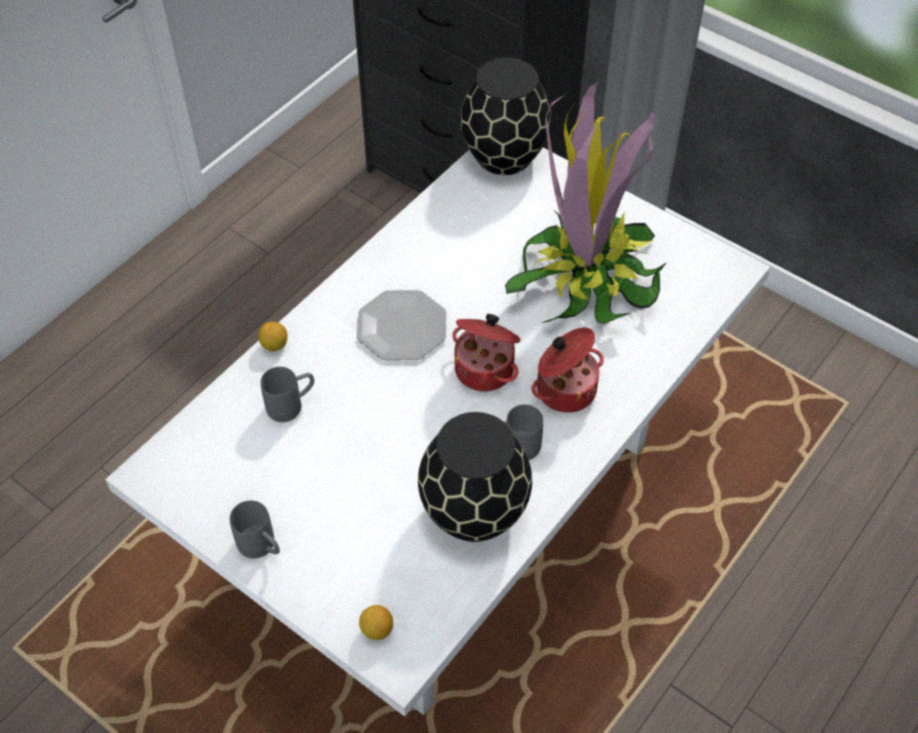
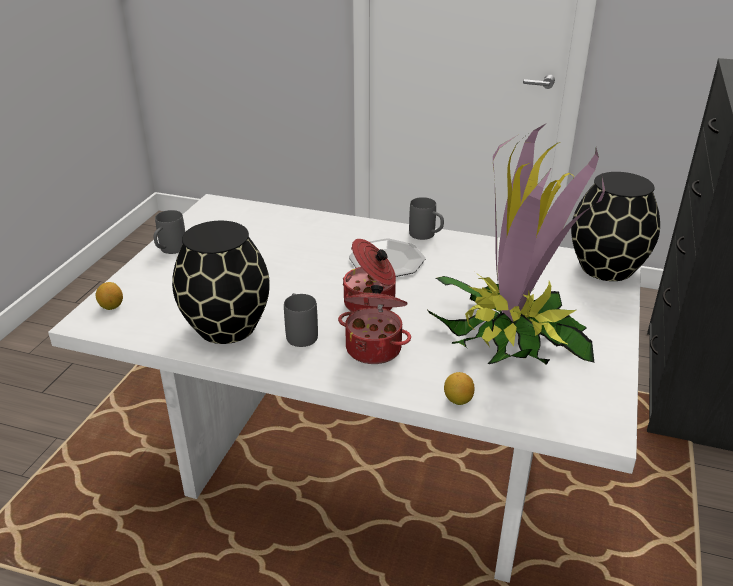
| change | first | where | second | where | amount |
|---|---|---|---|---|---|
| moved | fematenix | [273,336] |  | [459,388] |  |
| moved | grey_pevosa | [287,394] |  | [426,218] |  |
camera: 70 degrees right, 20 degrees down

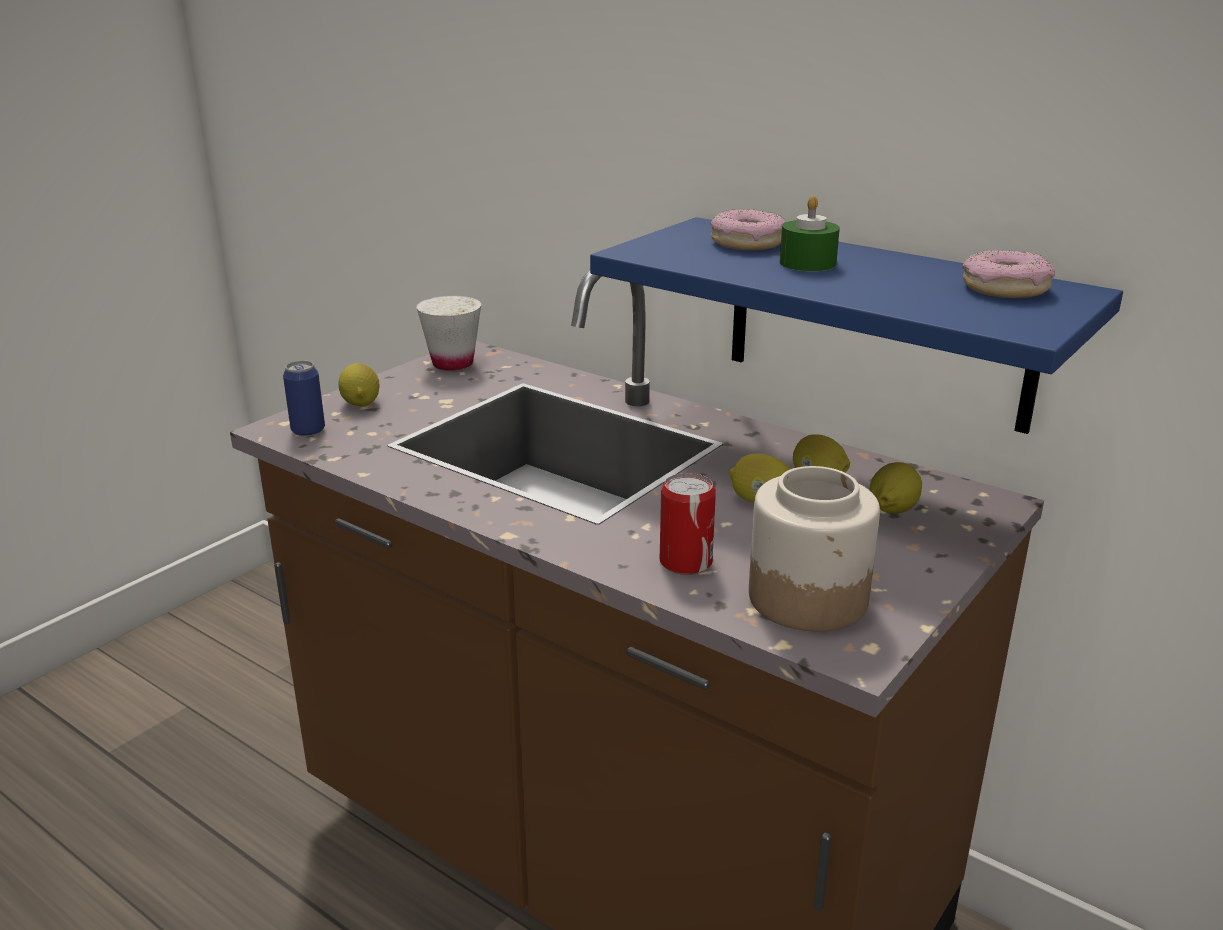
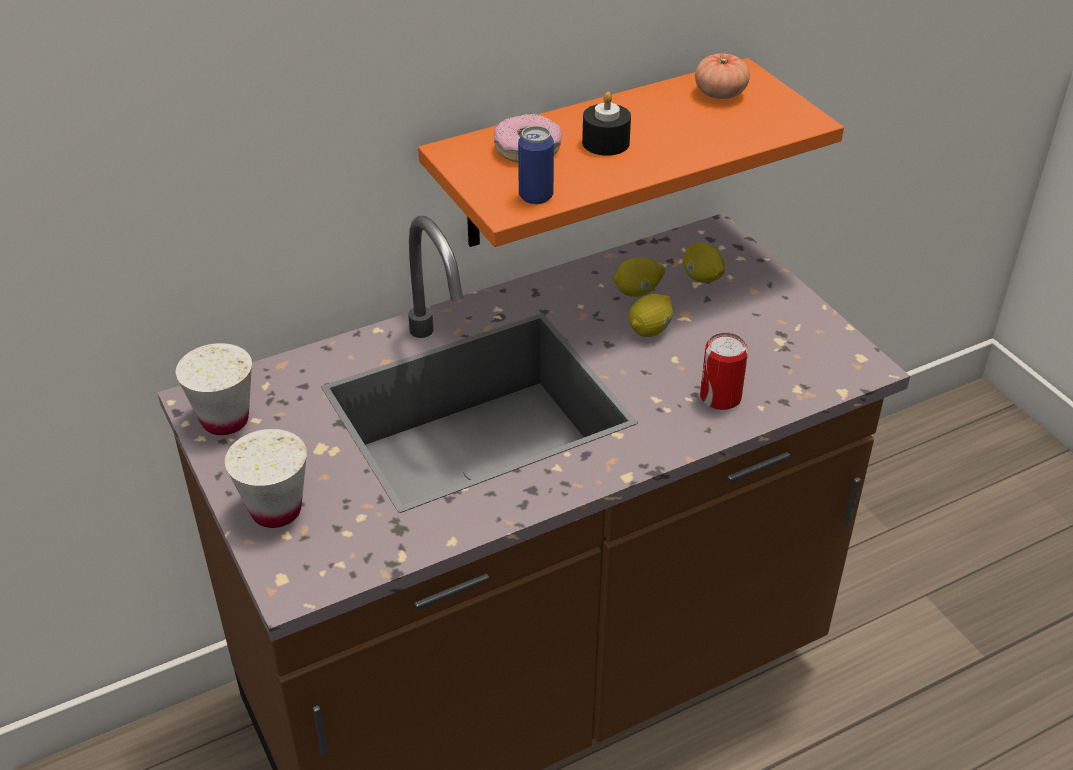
| change | first | where | second | where | amount |
|---|---|---|---|---|---|
| removed | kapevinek | [814,549] |  |  |  |
| moved | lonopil | [304,398] |  | [536,165] |  |
| replaced | fematenix | [359,384] | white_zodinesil | [266,478] |  |
| replaced | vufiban | [1008,274] | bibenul | [722,76] |  |
| recoloured | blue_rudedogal | [856,325] | orange_rudedogal | [631,152] |  |
| recoloured | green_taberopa | [810,233] | black_taberopa | [606,123] |  |
camera: 65 degrees left, 15 degrees up

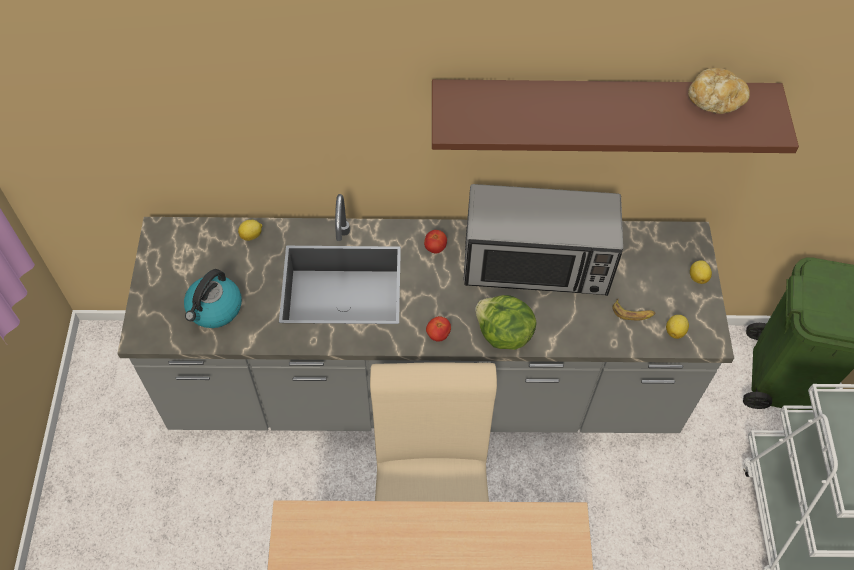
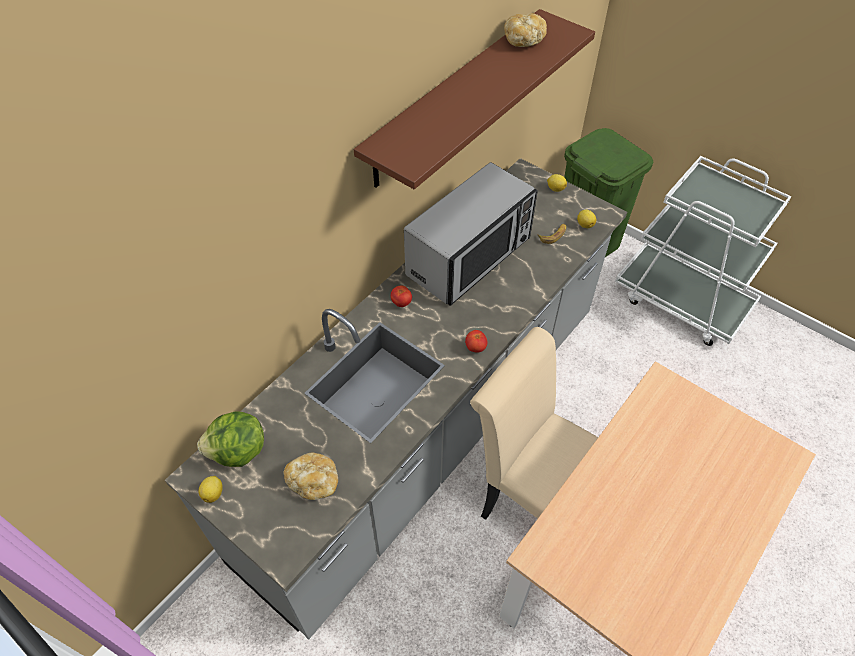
| change | first | where | second | where | amount |
|---|---|---|---|---|---|
| moved | fematenix | [250,230] |  | [210,489] |  |
| moved | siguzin | [505,322] |  | [230,439] |  |
| replaced | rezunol | [213,298] | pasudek | [310,476] |  |
camera: 50 degrees left, 5 degrees down

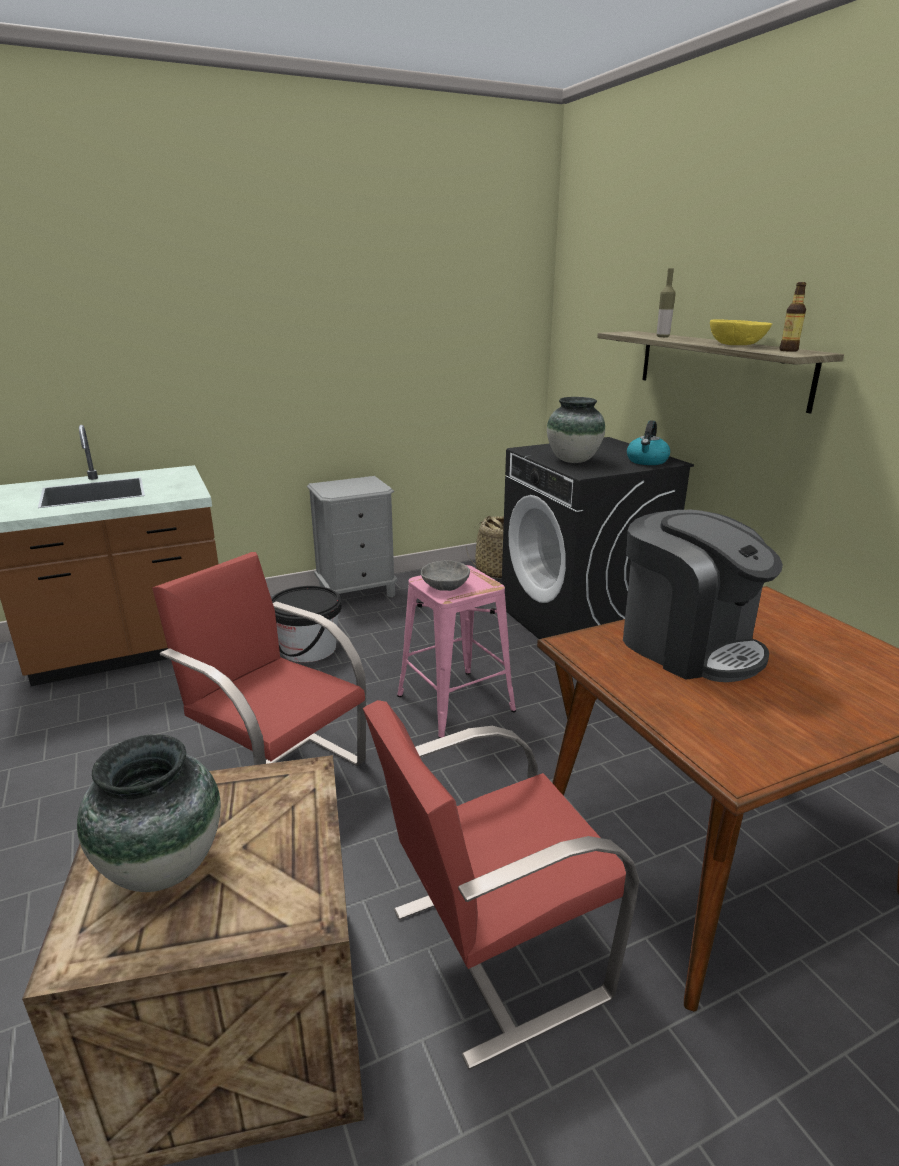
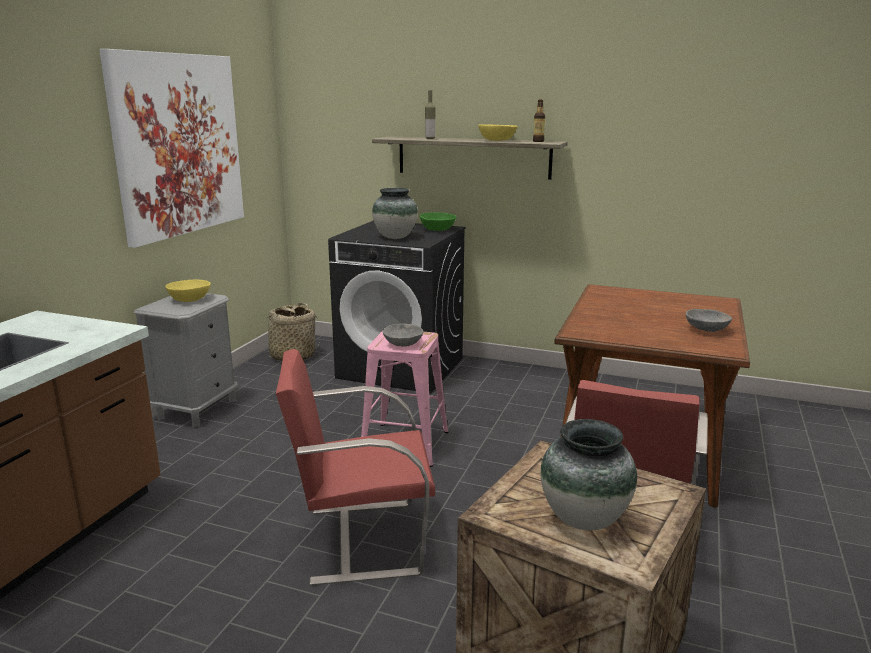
| change | first | where | second | where | amount |
|---|---|---|---|---|---|
| removed | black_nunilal | [306,624] |  |  |  |
| removed | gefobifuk | [703,596] |  |  |  |
| added |  |  | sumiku | [171,148] |  |
| added |  |  | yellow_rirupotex | [188,291] |  |
| added |  |  | grey_rirupotex | [709,320] |  |
| replaced | rezunol | [648,442] | green_rirupotex | [438,221] |  |
camera: 45 degrees left, 5 degrees down

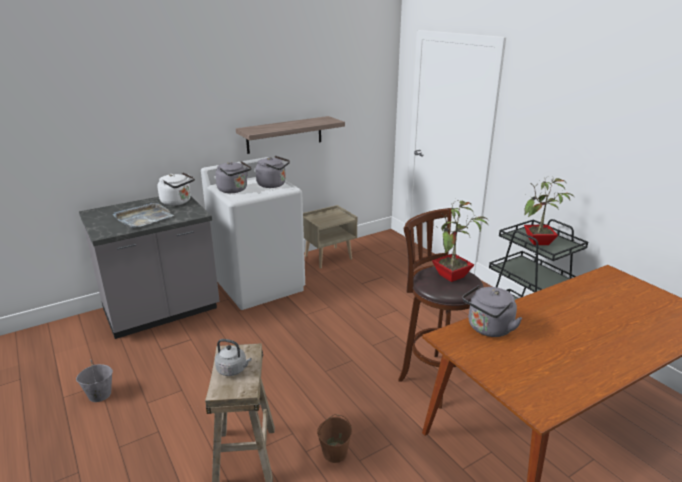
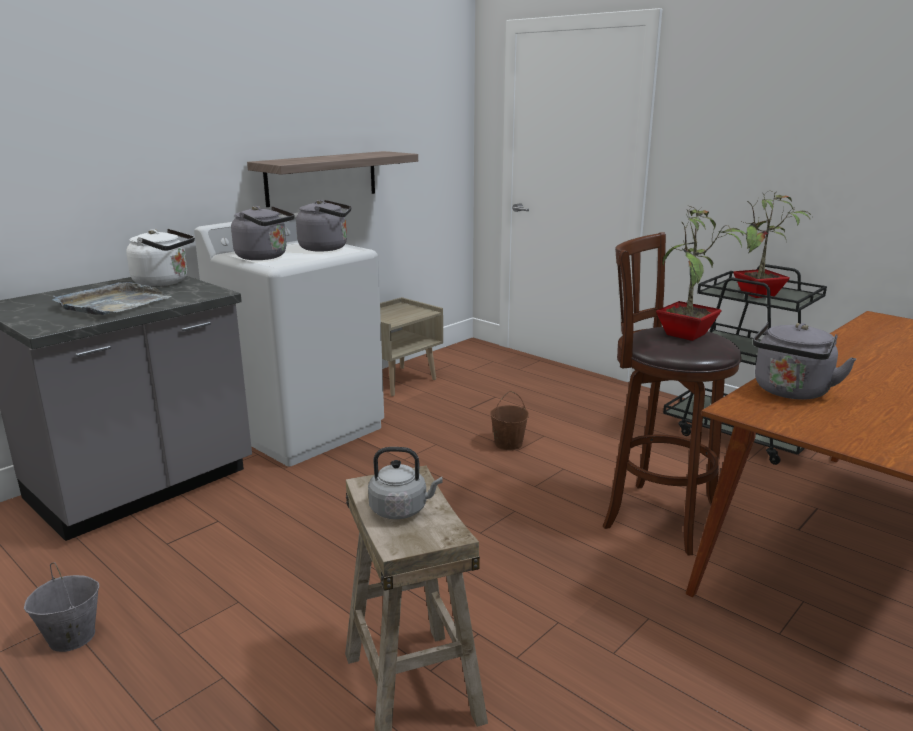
| change | first | where | second | where | amount |
|---|---|---|---|---|---|
| moved | brown_nunilal | [334,438] |  | [509,420] |  |
camera: 15 degrees left, 5 degrees down

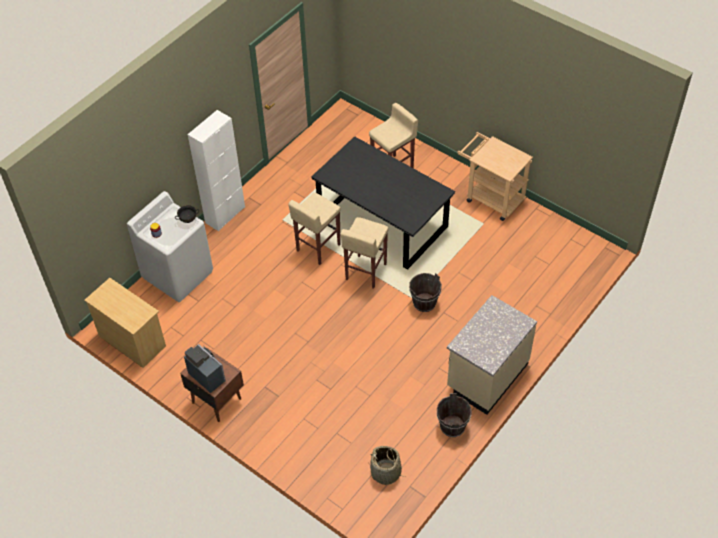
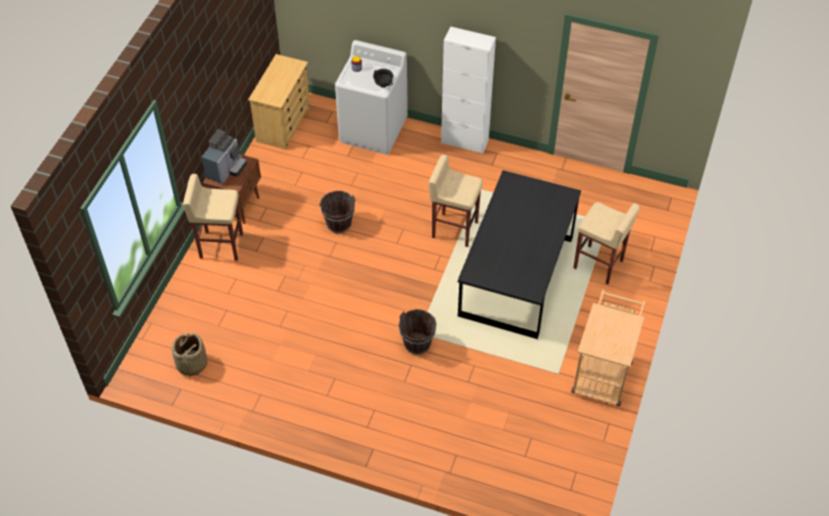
| change | first | where | second | where | amount |
|---|---|---|---|---|---|
| removed | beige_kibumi | [492,355] |  |  |  |
| moved | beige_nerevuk | [365,253] |  | [213,217] |  |
| moved | brown_nunilal | [454,415] |  | [337,212] |  |
camera: 70 degrees right, 0 degrees up

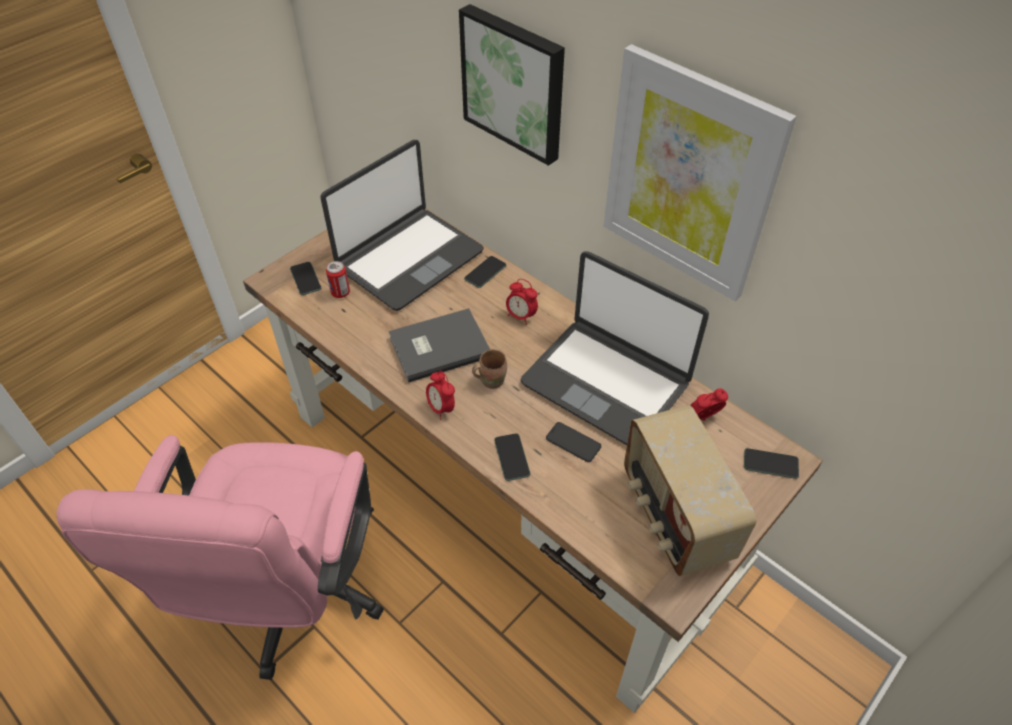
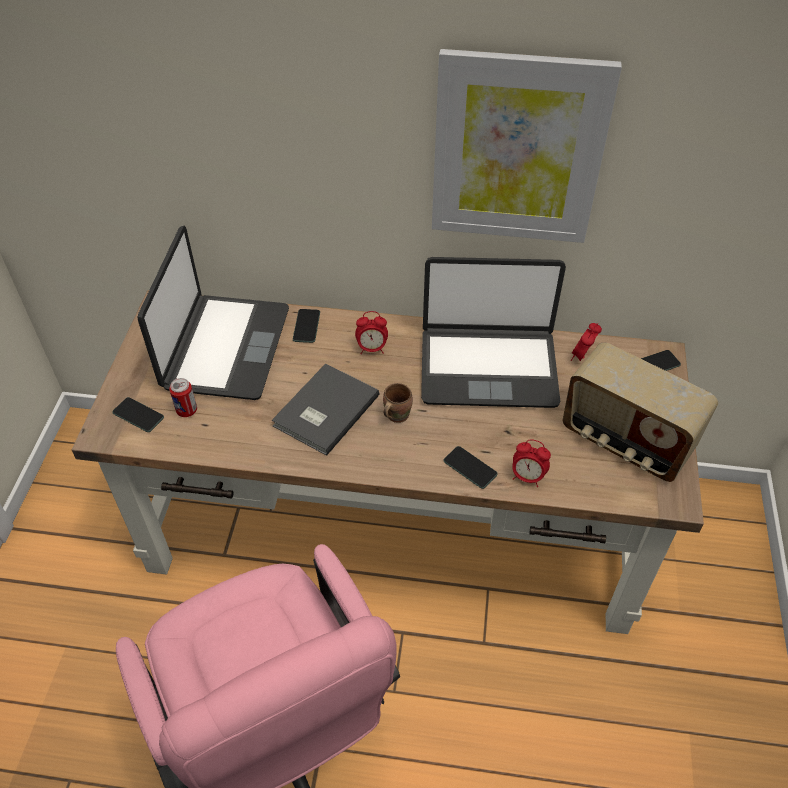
| change | first | where | second | where | amount |
|---|---|---|---|---|---|
| removed | sumiku | [512,85] |  |  |  |
| removed | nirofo | [573,442] |  |  |  |
| moved | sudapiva | [440,395] |  | [531,463] |  |
camera: 35 degrees left, 0 degrees up

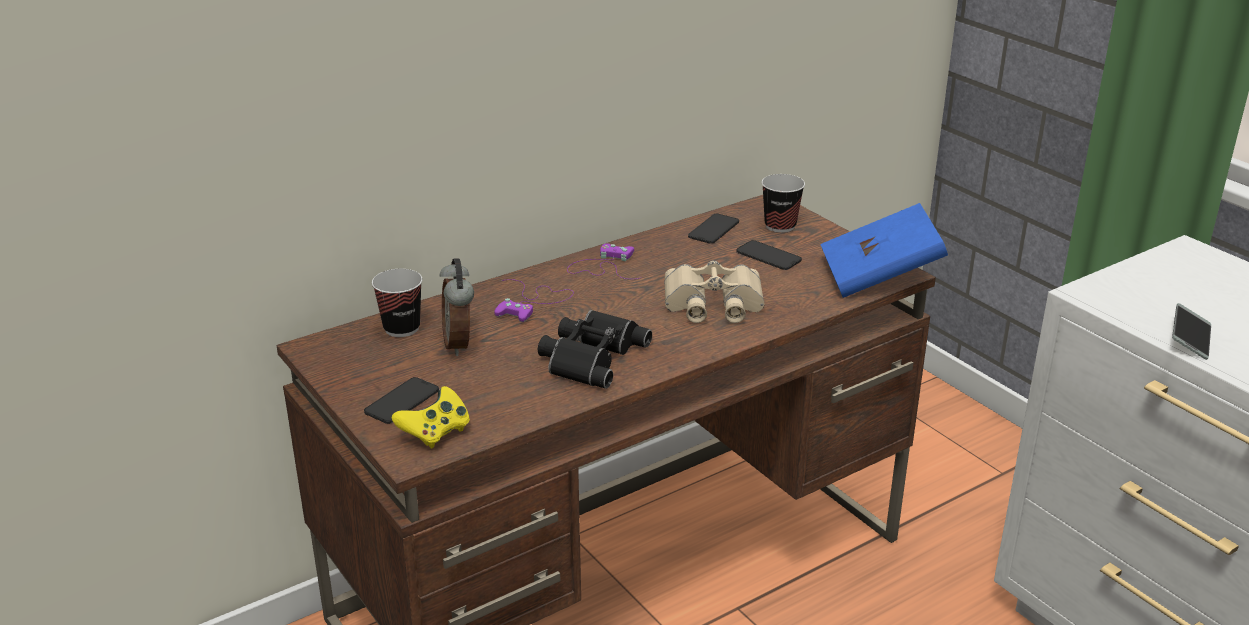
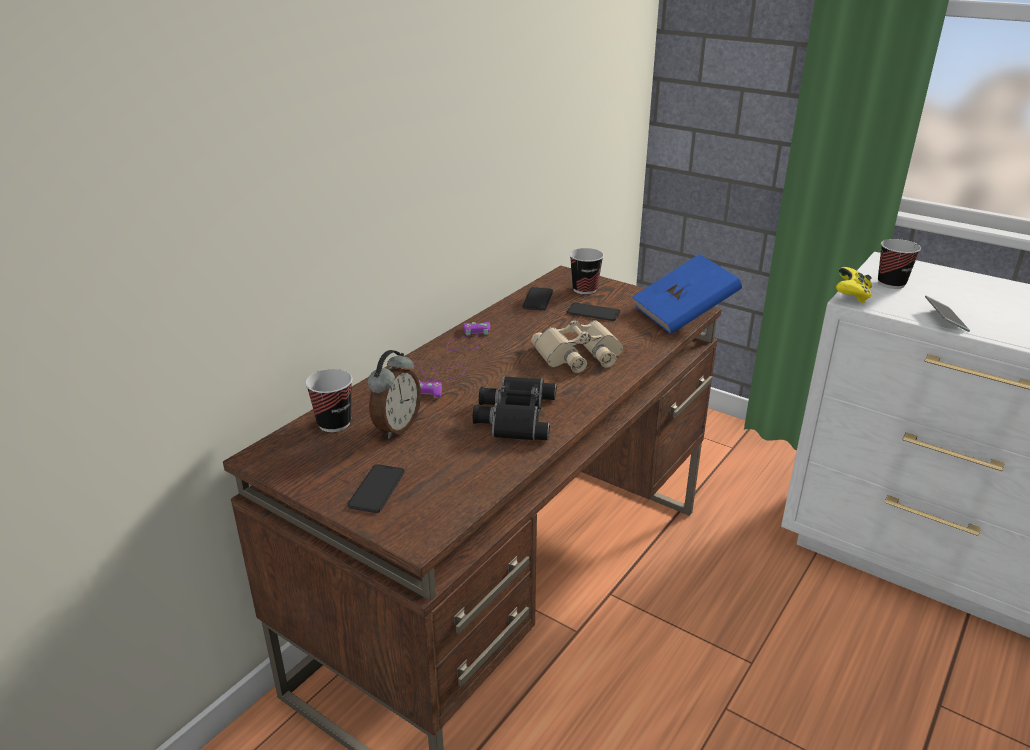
| change | first | where | second | where | amount |
|---|---|---|---|---|---|
| added |  |  | zodinesil | [899,264] |  |
| moved | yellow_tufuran | [431,417] |  | [854,285] |  |
| turned | sudapiva | [456,307] |  | [394,394] | 120 degrees counterclockwise |
camera: 20 degrees left, 0 degrees up

